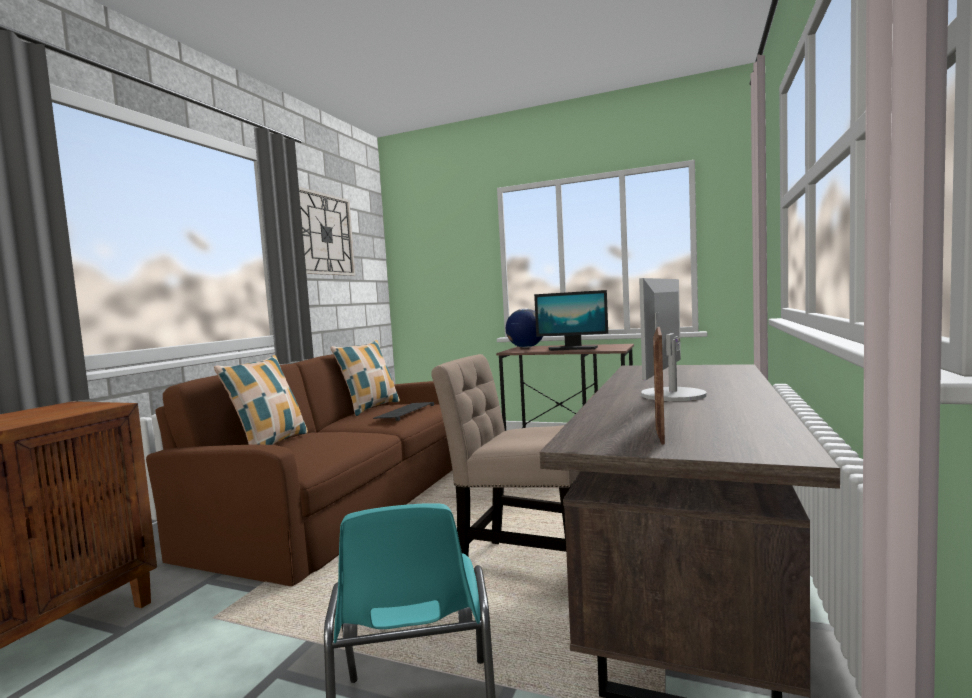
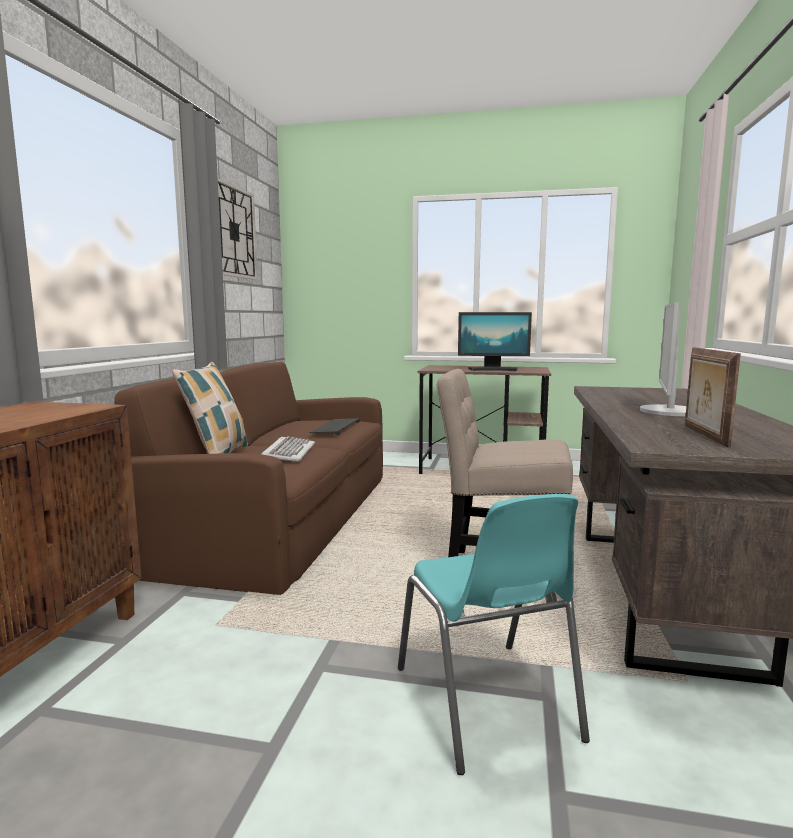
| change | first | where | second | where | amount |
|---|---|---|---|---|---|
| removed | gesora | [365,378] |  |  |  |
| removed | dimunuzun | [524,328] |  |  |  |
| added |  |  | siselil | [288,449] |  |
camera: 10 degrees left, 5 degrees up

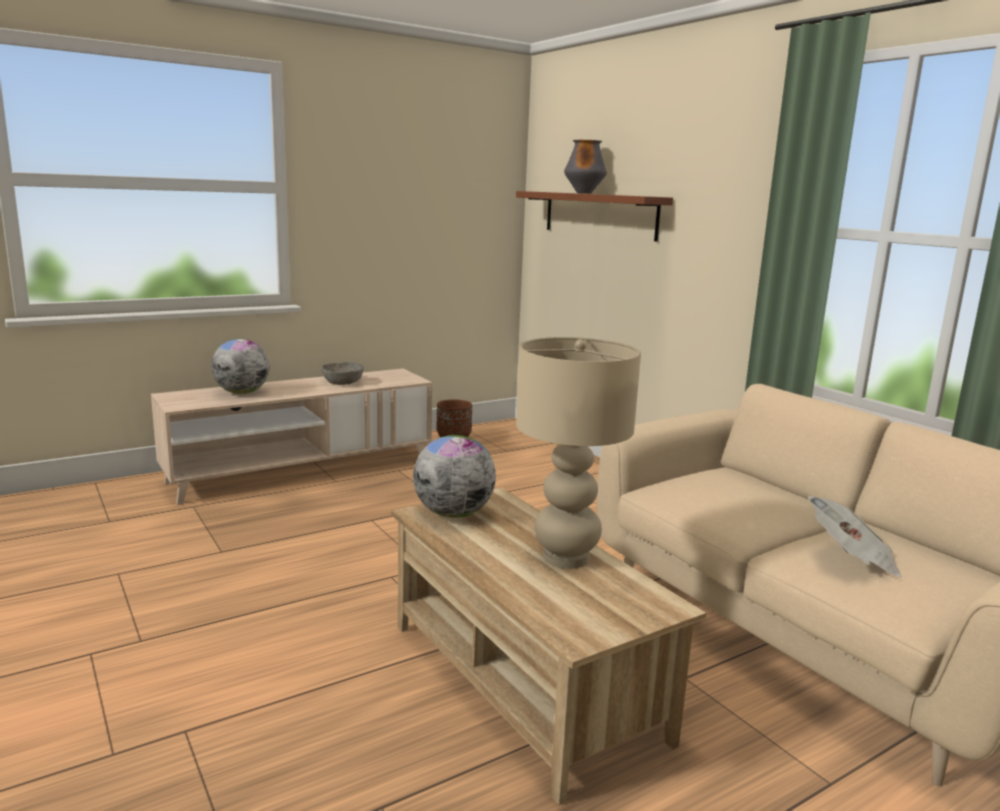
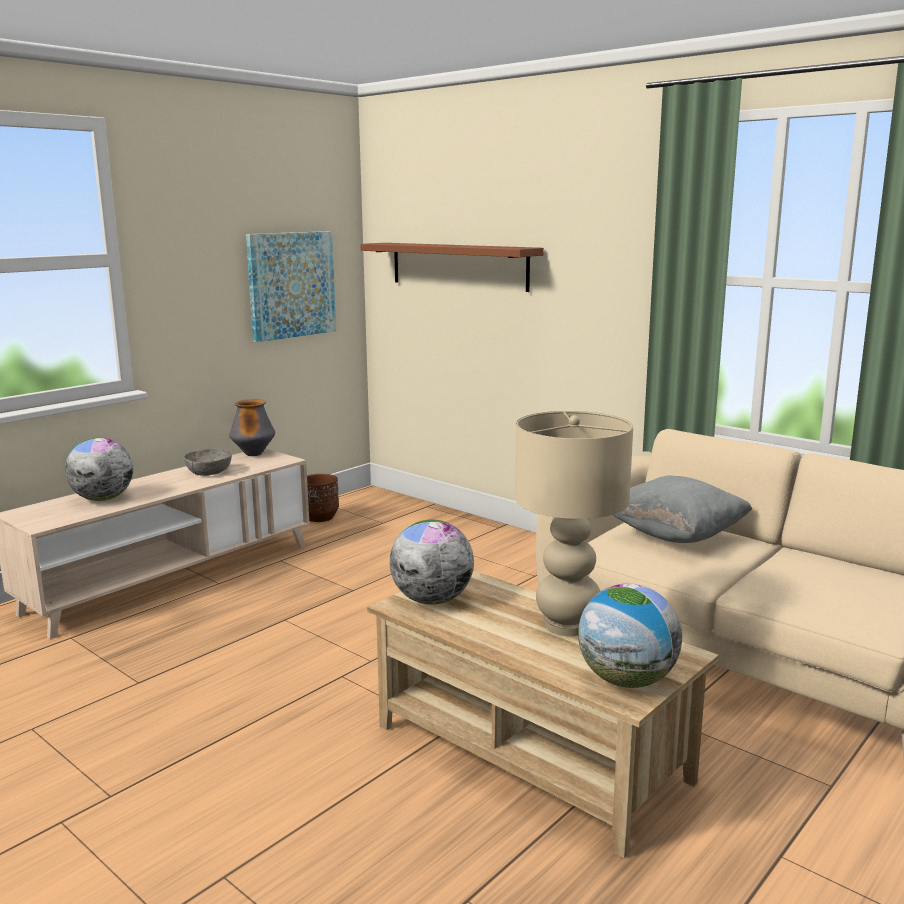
| change | first | where | second | where | amount |
|---|---|---|---|---|---|
| removed | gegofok | [855,536] |  |  |  |
| added |  |  | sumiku | [291,286] |  |
| added |  |  | dimunuzun | [630,636] |  |
| added |  |  | grey_gesora | [682,509] |  |
| moved | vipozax | [585,167] |  | [252,427] |  |
camera: 15 degrees left, 0 degrees up

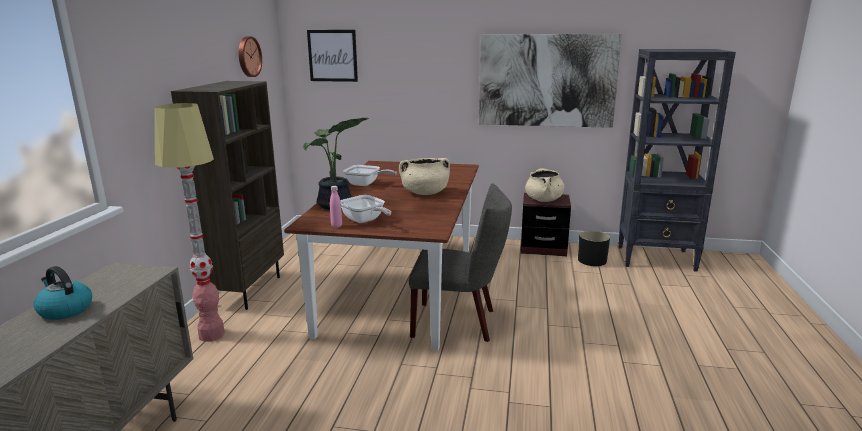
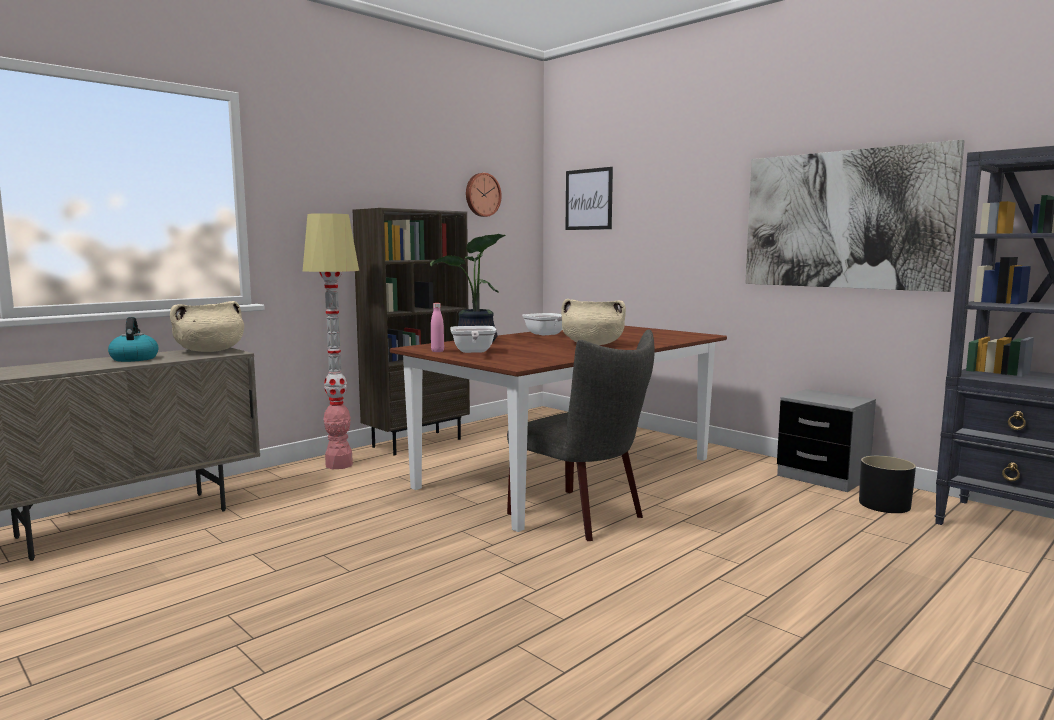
| change | first | where | second | where | amount |
|---|---|---|---|---|---|
| moved | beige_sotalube | [545,185] |  | [207,326] |  |
| recoloured | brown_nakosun | [546,224] | grey_nakosun | [826,440] |  |
camera: 35 degrees right, 10 degrees down

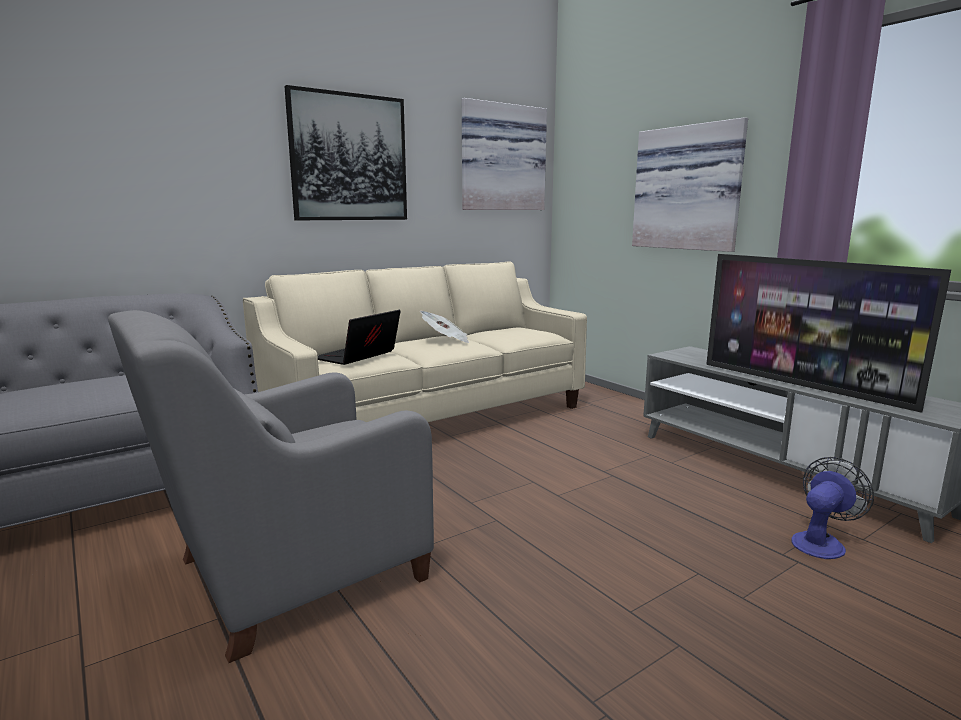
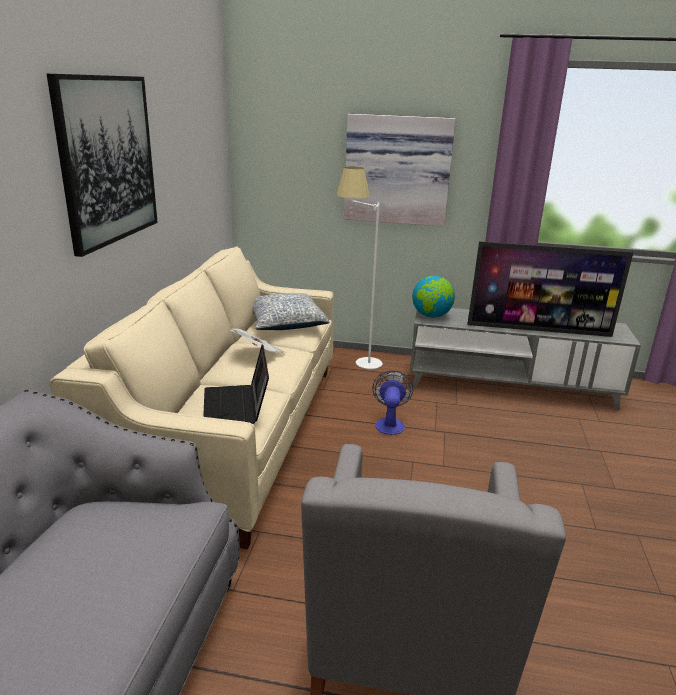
| change | first | where | second | where | amount |
|---|---|---|---|---|---|
| removed | sumiku | [504,154] |  |  |  |
| added |  |  | gesora | [290,311] |  |
| added |  |  | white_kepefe | [359,268] |  |
| added |  |  | dimunuzun | [433,297] |  |
| moved | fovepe | [832,508] |  | [393,403] |  |
camera: 45 degrees left, 10 degrees up

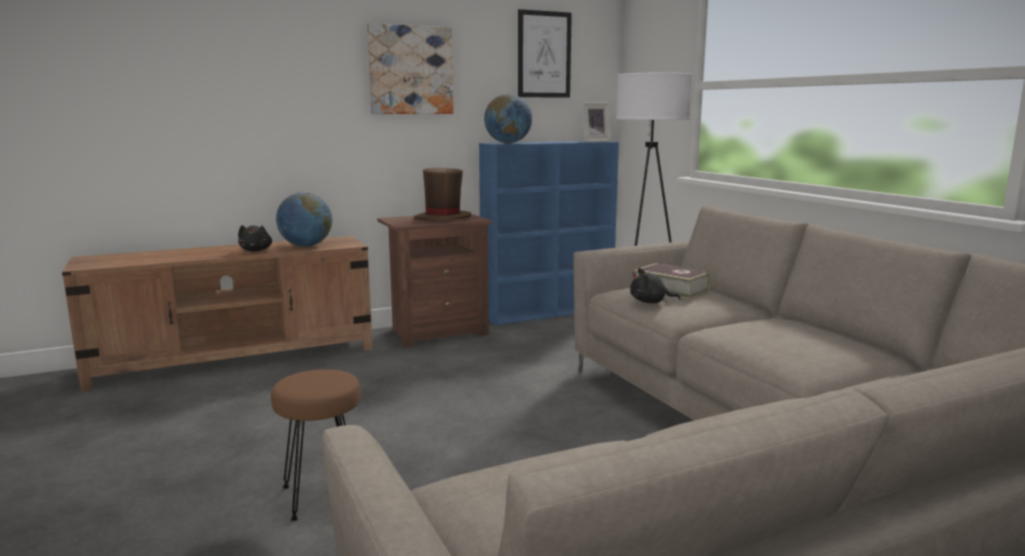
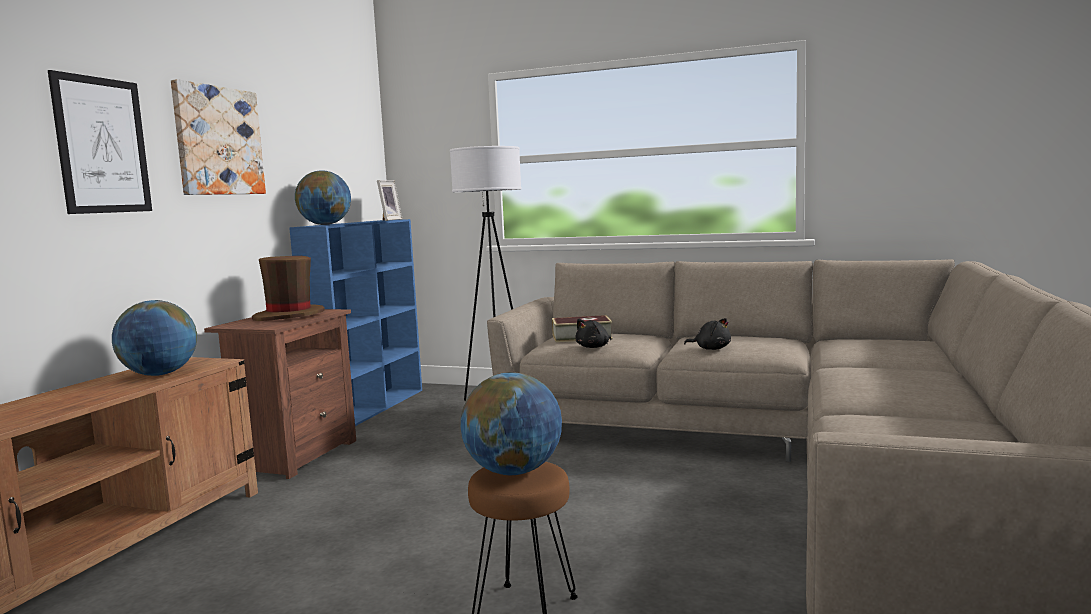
| change | first | where | second | where | amount |
|---|---|---|---|---|---|
| added |  |  | dimunuzun | [511,423] |  |
| moved | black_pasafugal | [255,238] |  | [707,334] |  |
| moved | sumiku | [545,53] |  | [100,142] |  |
camera: 45 degrees left, 5 degrees down

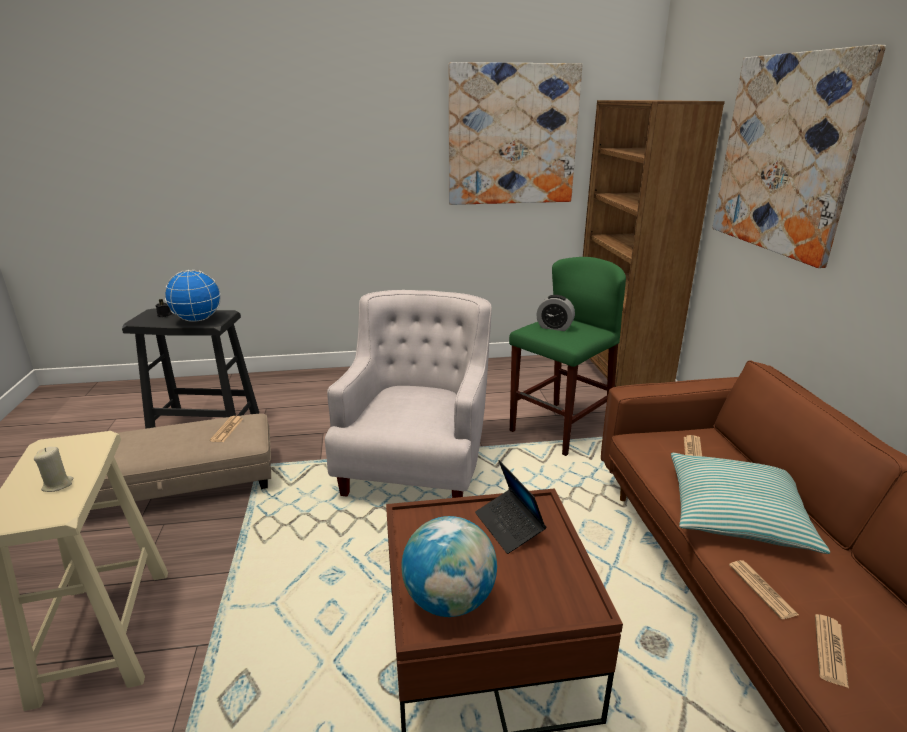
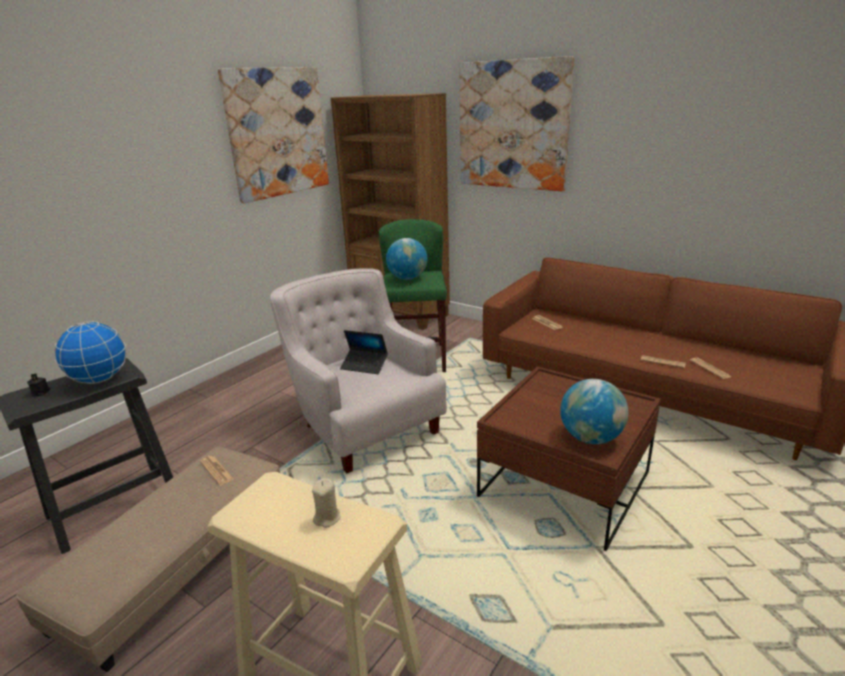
| change | first | where | second | where | amount |
|---|---|---|---|---|---|
| removed | gesora | [750,503] |  |  |  |
| moved | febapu | [510,507] |  | [364,352] |  |
| replaced | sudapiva | [555,313] | dimunuzun | [407,259] |  |
camera: 45 degrees left, 0 degrees up

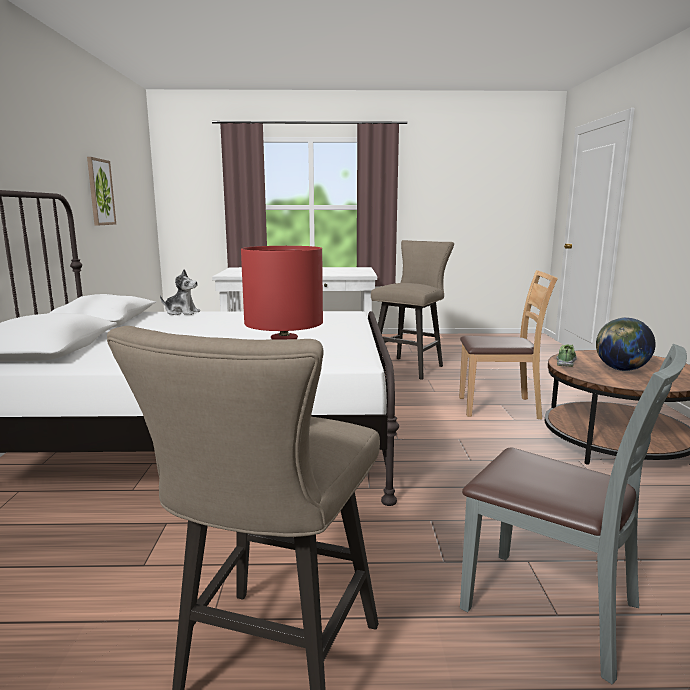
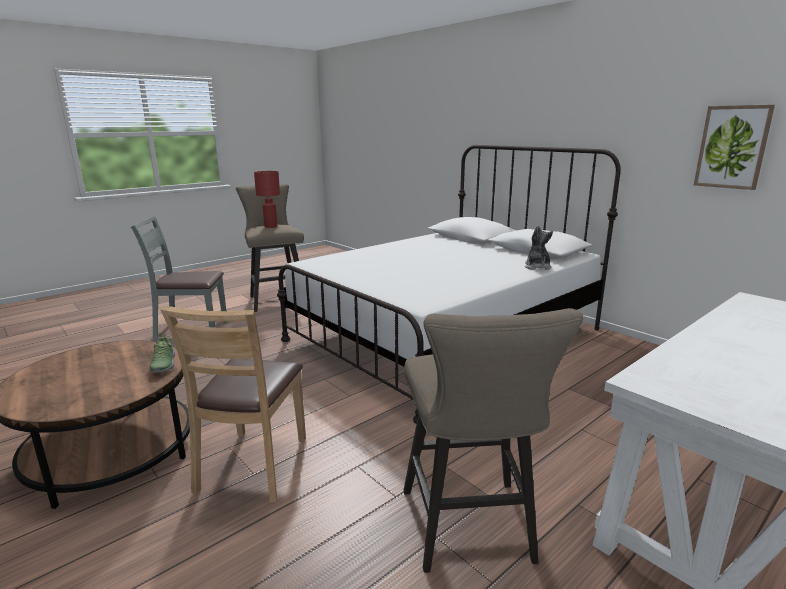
| change | first | where | second | where | amount |
|---|---|---|---|---|---|
| removed | dimunuzun | [626,344] |  |  |  |
| turned | pasafugal | [180,292] |  | [539,248] | 120 degrees clockwise |
| turned | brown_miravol | [508,345] |  | [233,404] | 45 degrees counterclockwise |
camera: 140 degrees right, 5 degrees up

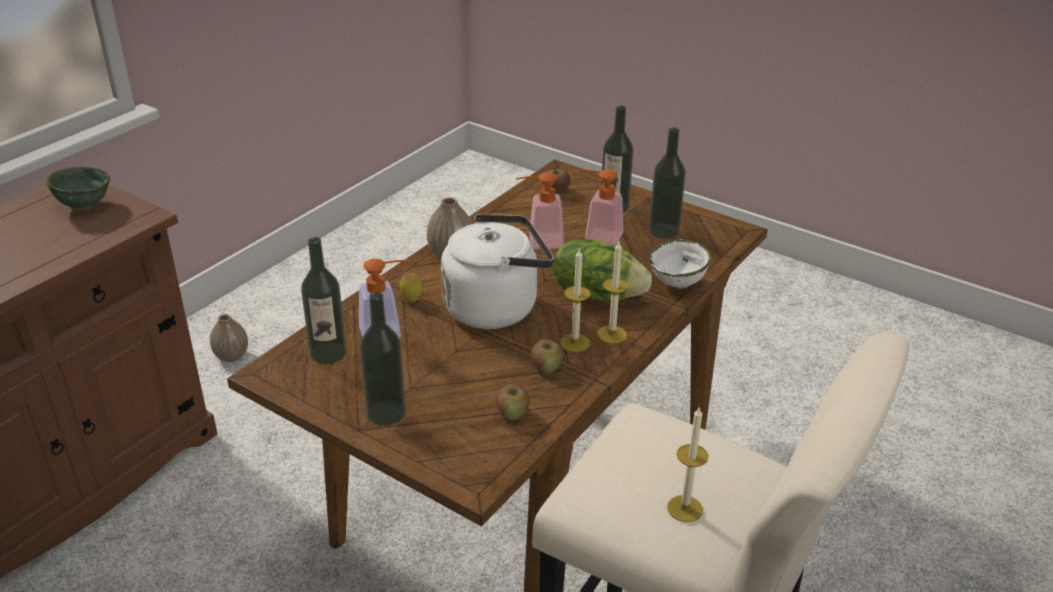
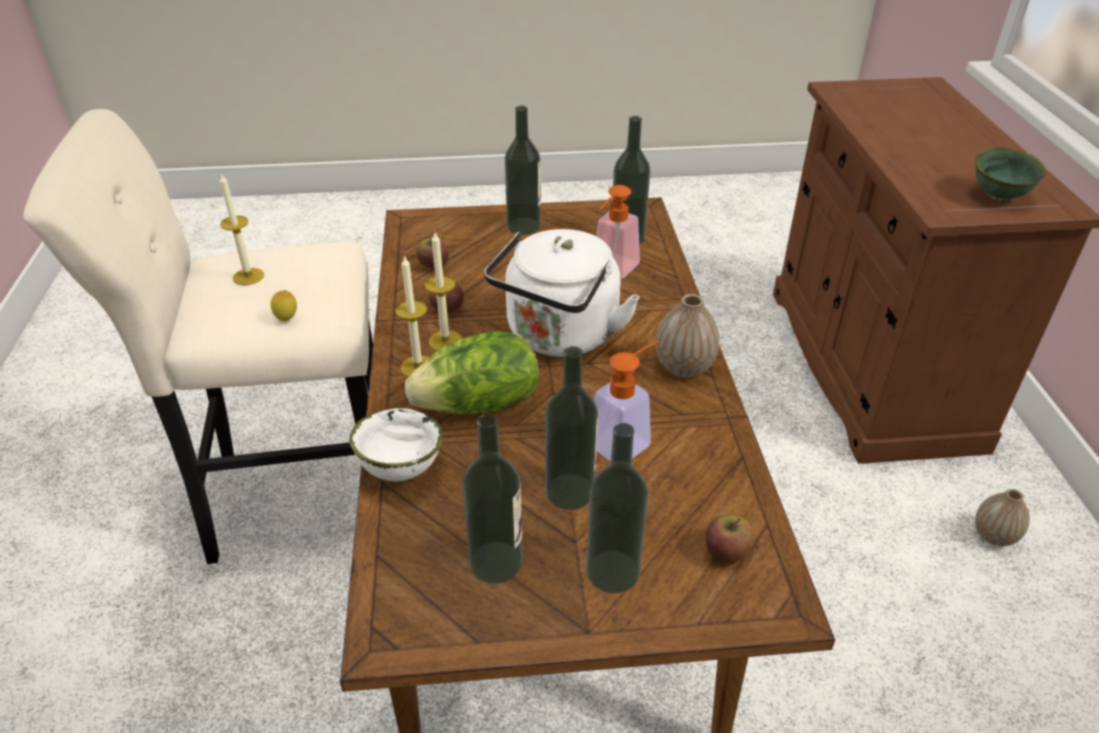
| change | first | where | second | where | amount |
|---|---|---|---|---|---|
| moved | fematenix | [411,287] |  | [283,305] |  |
| replaced | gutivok | [600,207] | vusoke | [571,428] |  |
camera: 140 degrees right, 5 degrees up

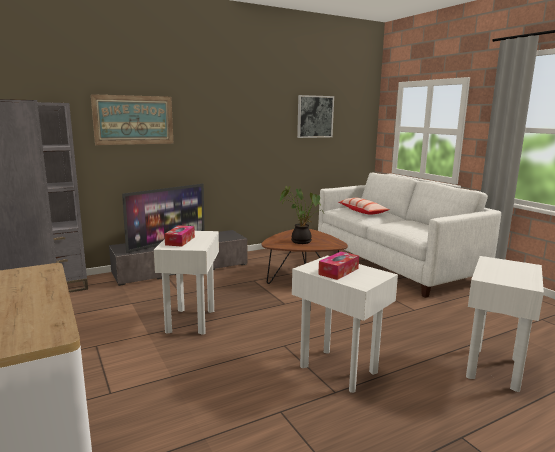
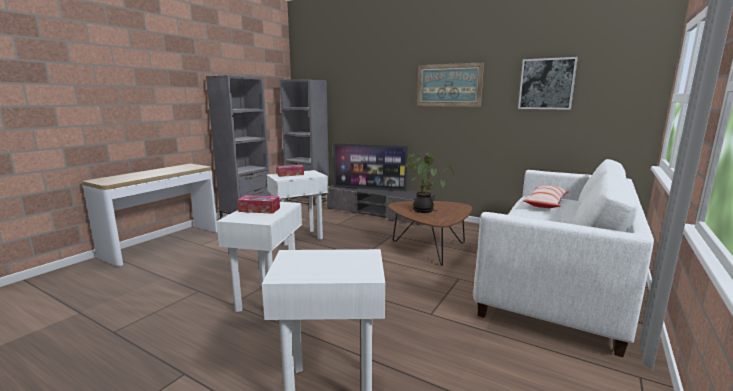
| change | first | where | second | where | amount |
|---|---|---|---|---|---|
| moved | sumiku | [132,119] |  | [450,84] |  |
camera: 60 degrees right, 0 degrees up

